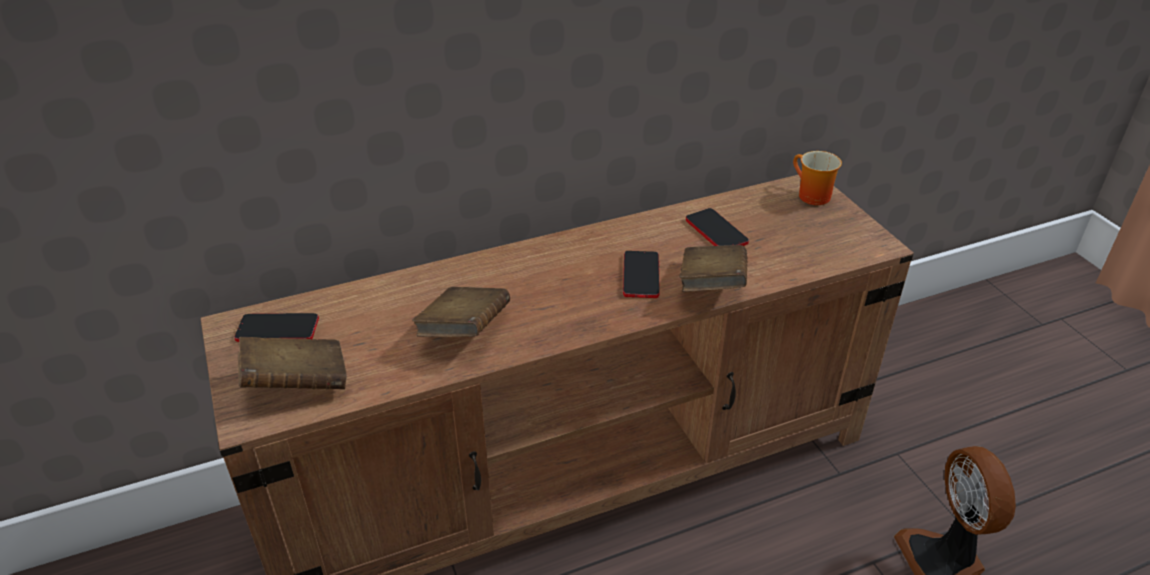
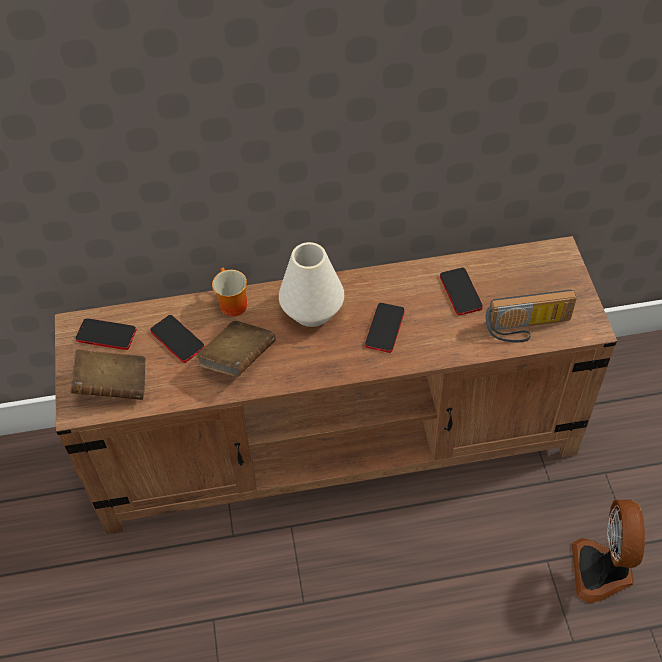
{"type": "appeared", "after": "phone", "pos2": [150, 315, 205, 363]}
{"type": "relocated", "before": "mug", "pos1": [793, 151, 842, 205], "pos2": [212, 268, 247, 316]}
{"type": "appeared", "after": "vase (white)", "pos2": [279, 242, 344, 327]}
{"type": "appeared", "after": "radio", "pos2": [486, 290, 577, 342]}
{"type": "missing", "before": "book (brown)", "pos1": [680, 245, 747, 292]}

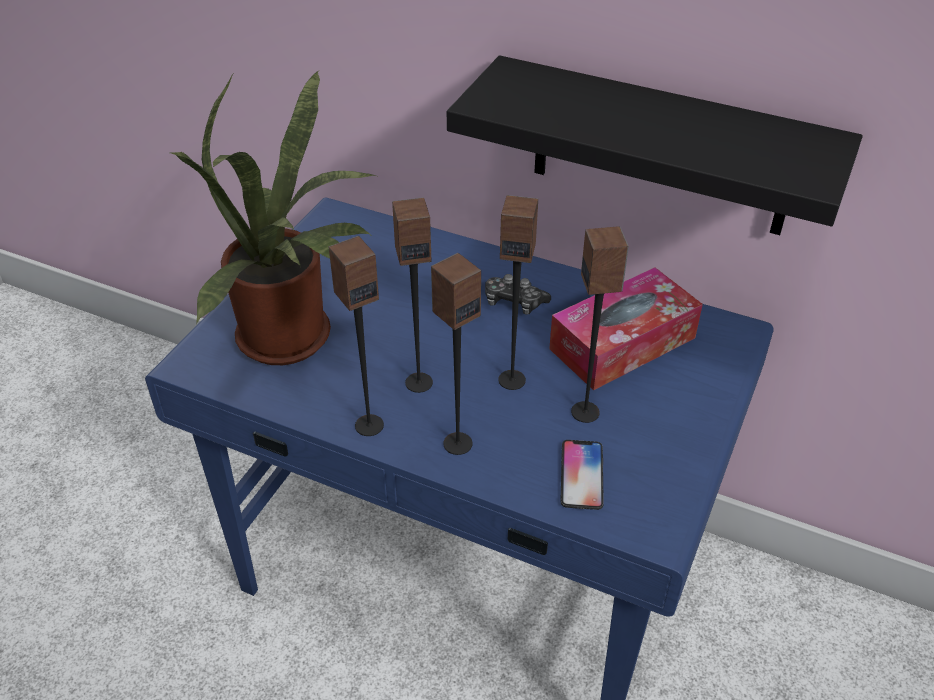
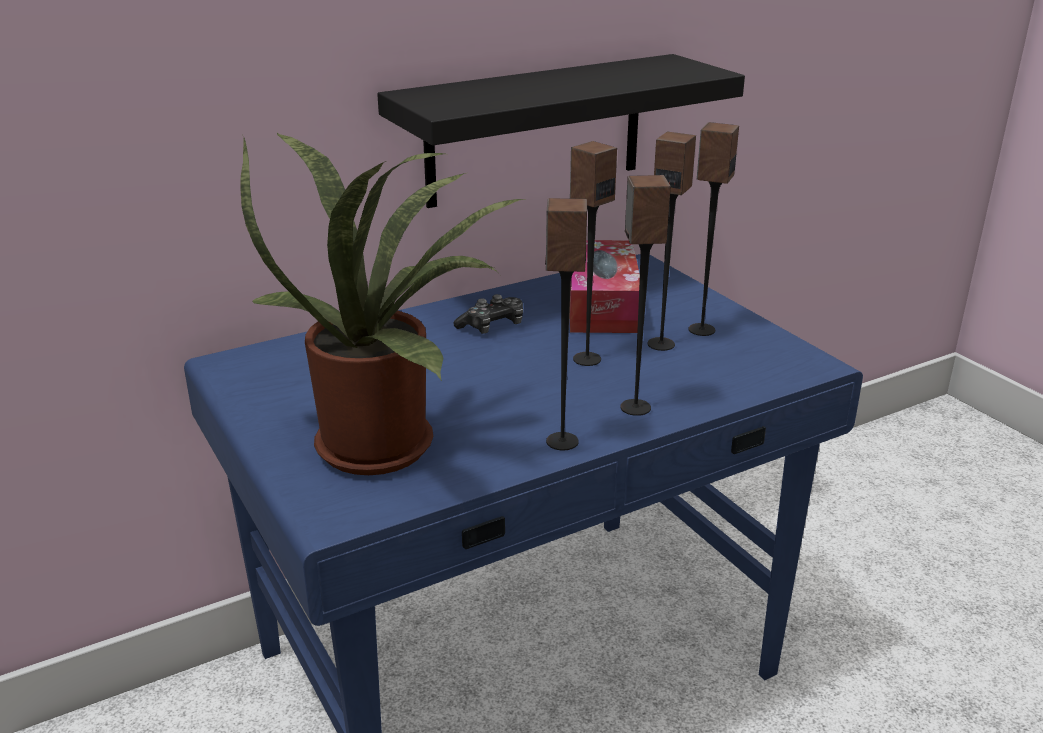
{"type": "relocated", "before": "speaker", "pos1": [392, 197, 433, 393], "pos2": [689, 122, 739, 336]}
{"type": "missing", "before": "phone", "pos1": [561, 440, 604, 510]}

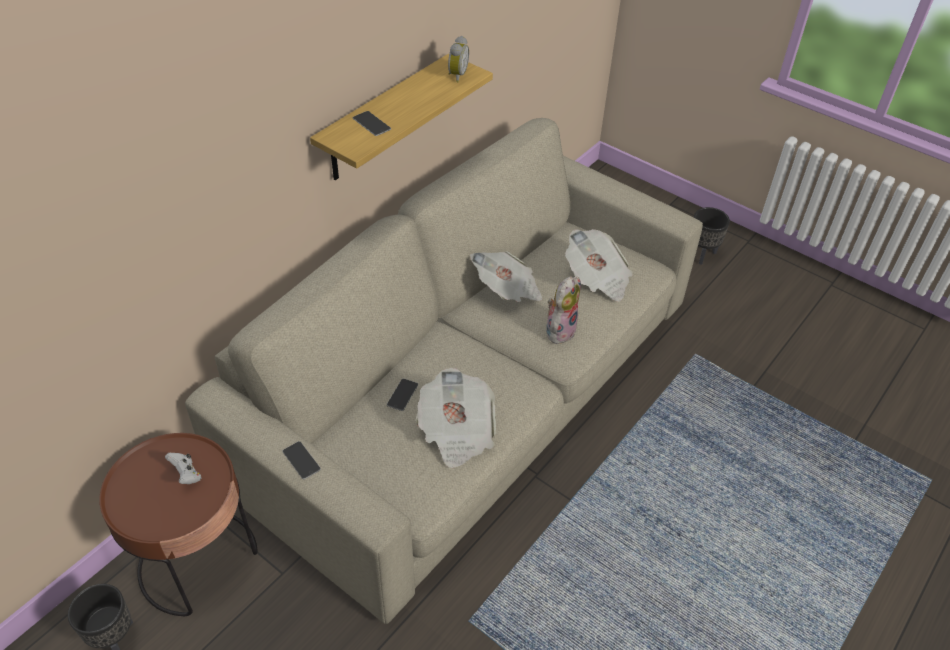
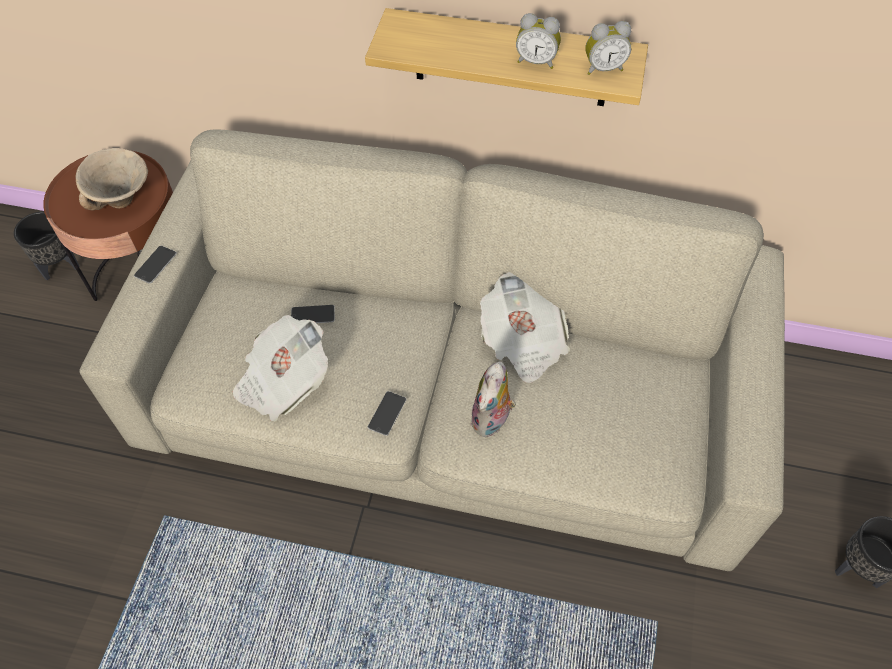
{"type": "exchanged", "before": "game controller (white)", "after": "bowl (beige)", "pos1": [165, 453, 202, 484], "pos2": [76, 148, 148, 211]}
{"type": "relocated", "before": "phone", "pos1": [353, 111, 391, 136], "pos2": [368, 391, 406, 436]}
{"type": "spun", "before": "plush toy", "pos1": [546, 276, 581, 344], "pos2": [470, 362, 516, 437], "turn": 105}
{"type": "appeared", "after": "alarm clock", "pos2": [516, 13, 561, 69]}
{"type": "missing", "before": "newspaper", "pos1": [565, 229, 633, 302]}

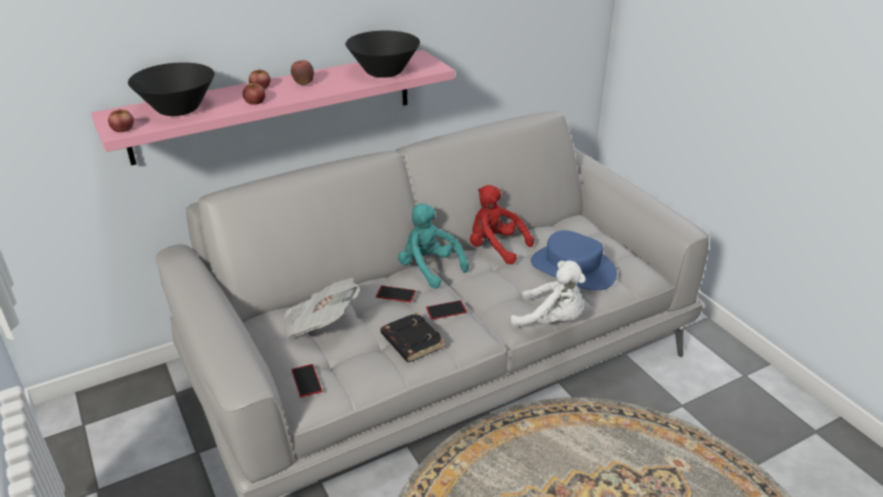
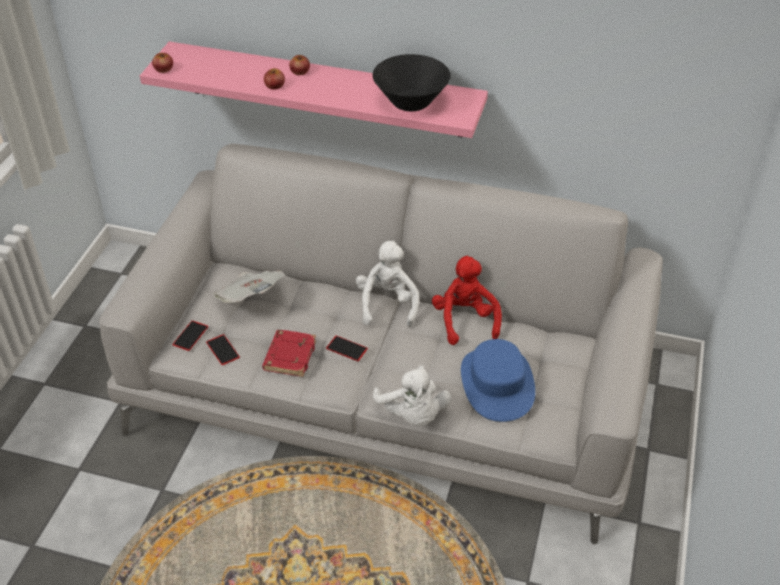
{"type": "relocated", "before": "phone", "pos1": [376, 286, 416, 303], "pos2": [206, 334, 240, 365]}
{"type": "colour", "before": "book (black)", "after": "book (red)", "pos1": [381, 312, 445, 362], "pos2": [262, 330, 316, 377]}
{"type": "colour", "before": "plush toy (turquoise)", "after": "plush toy (white)", "pos1": [398, 203, 469, 289], "pos2": [356, 241, 419, 327]}
{"type": "missing", "before": "bowl (black)", "pos1": [128, 62, 214, 116]}
{"type": "missing", "before": "apple", "pos1": [291, 60, 314, 85]}

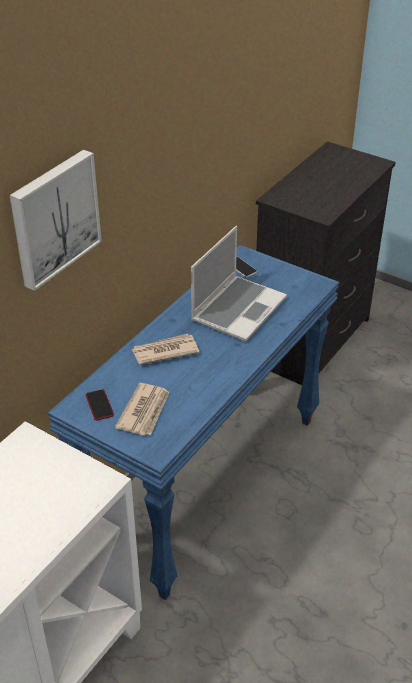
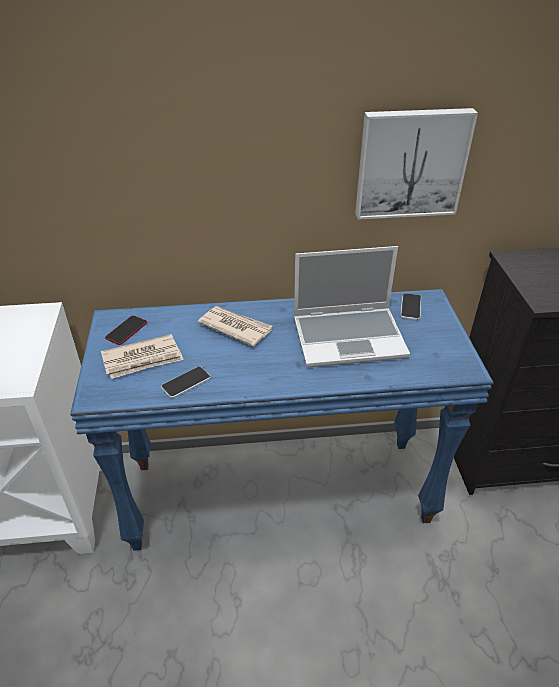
{"type": "appeared", "after": "phone", "pos2": [161, 366, 211, 398]}
{"type": "relocated", "before": "picture", "pos1": [9, 150, 102, 291], "pos2": [355, 108, 478, 220]}

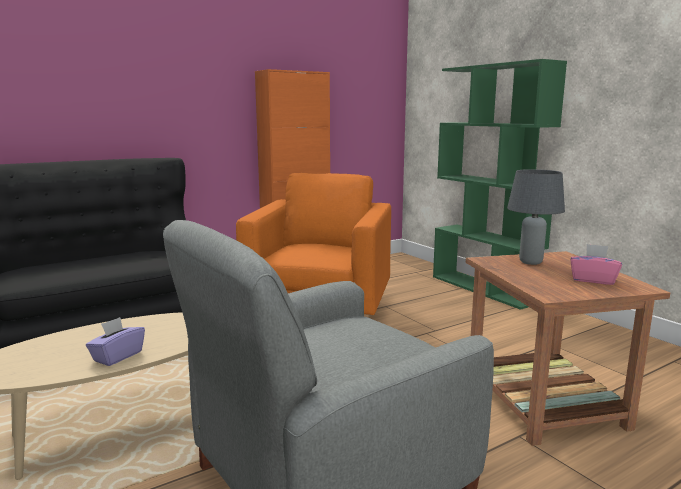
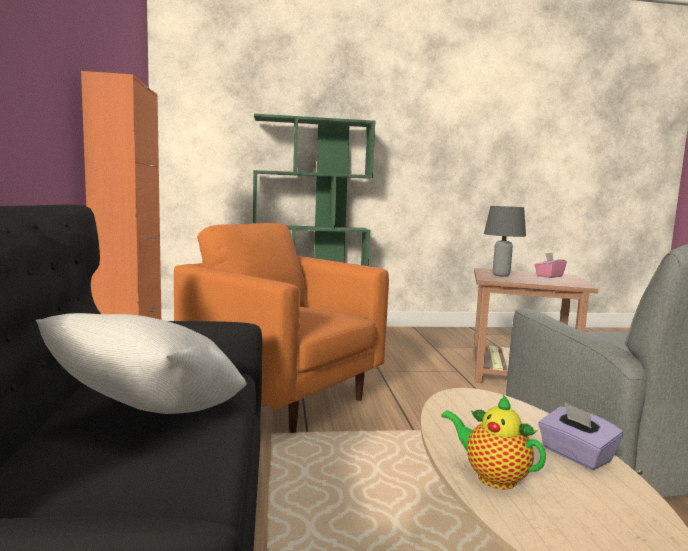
{"type": "appeared", "after": "pillow (white)", "pos2": [36, 313, 247, 414]}
{"type": "appeared", "after": "teapot", "pos2": [441, 395, 546, 489]}

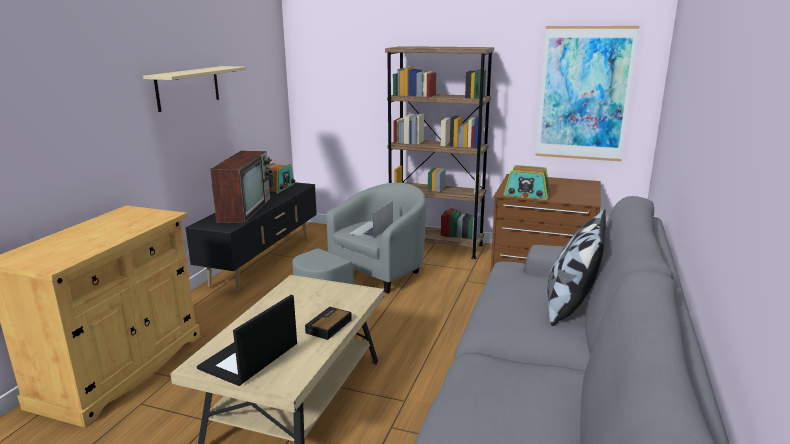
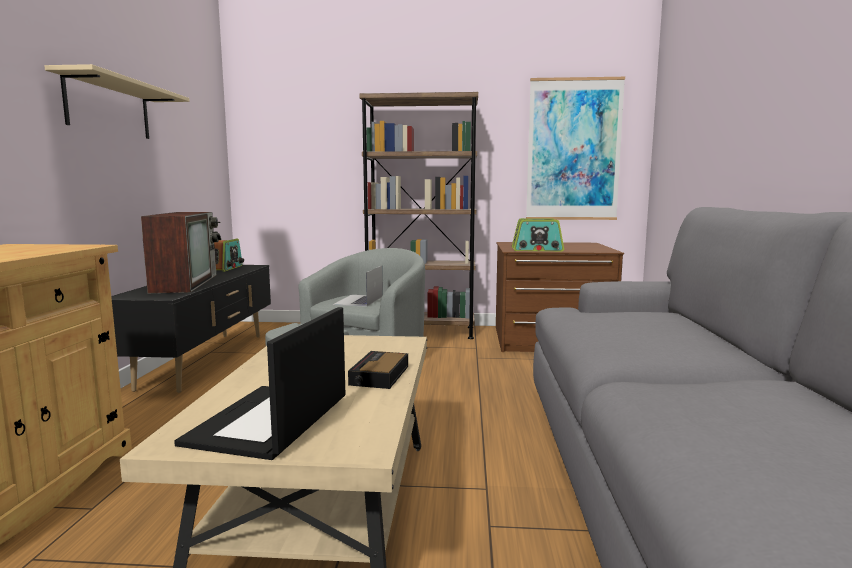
{"type": "missing", "before": "pillow", "pos1": [547, 209, 606, 326]}

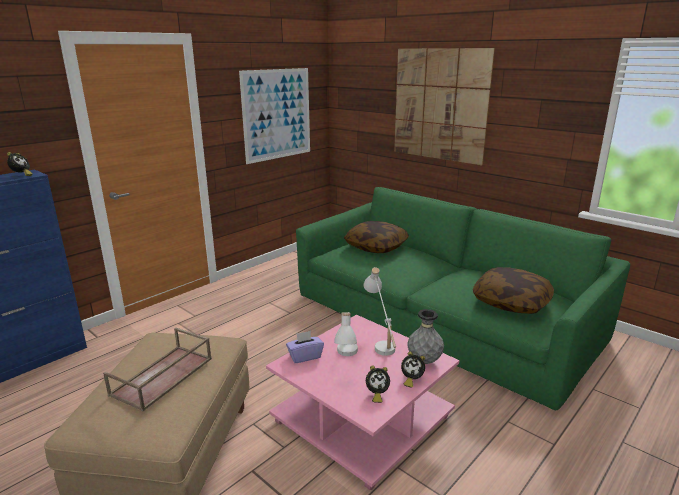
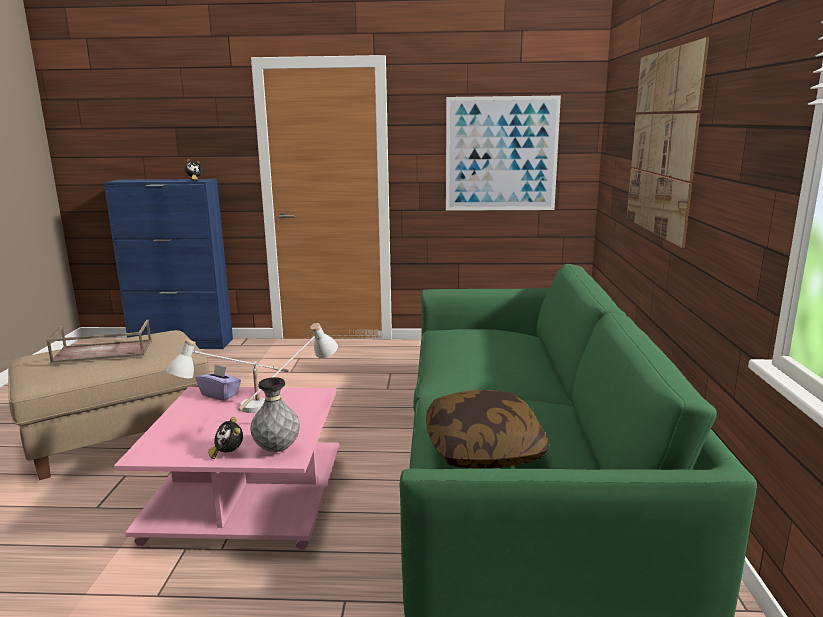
{"type": "missing", "before": "pillow", "pos1": [344, 221, 409, 253]}
{"type": "missing", "before": "alarm clock", "pos1": [366, 365, 390, 403]}

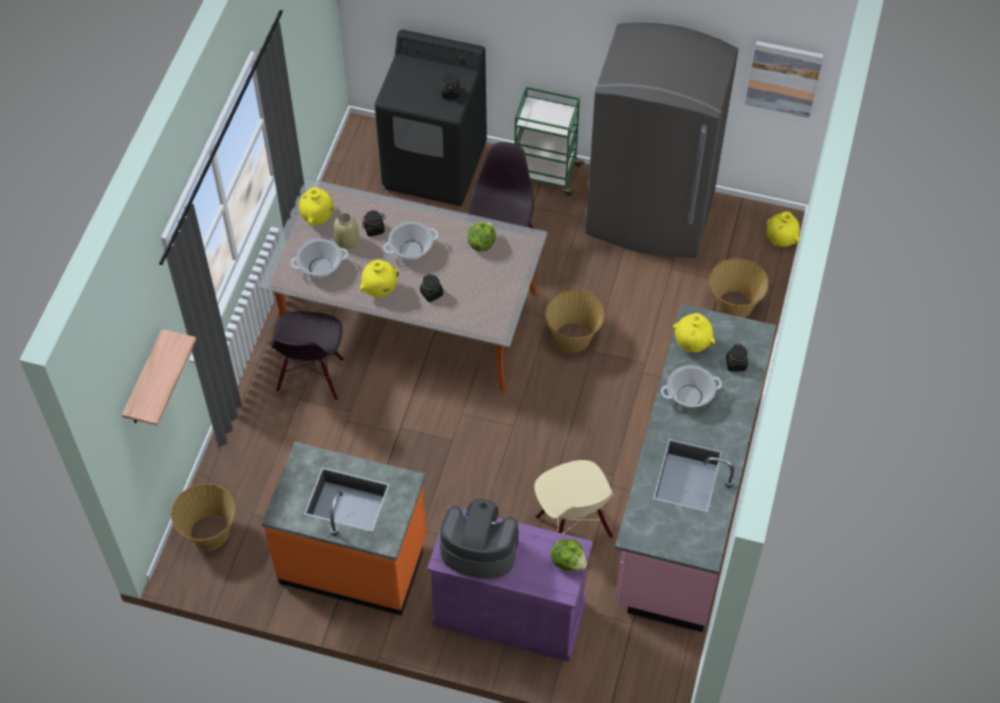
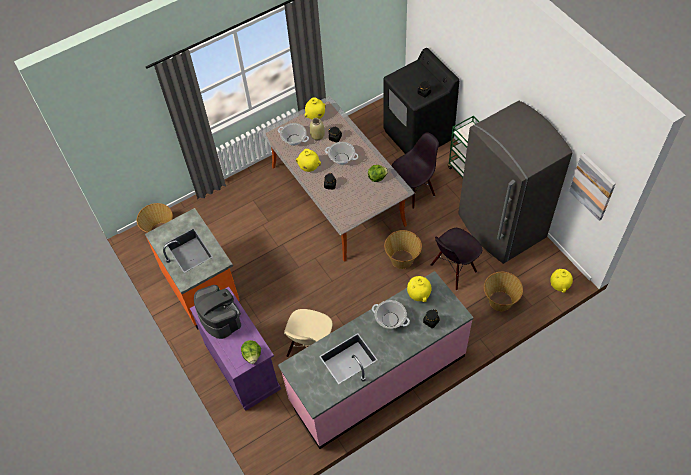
{"type": "relocated", "before": "chair (black)", "pos1": [271, 311, 344, 400], "pos2": [431, 228, 482, 291]}
{"type": "missing", "before": "shelf", "pos1": [122, 329, 196, 426]}

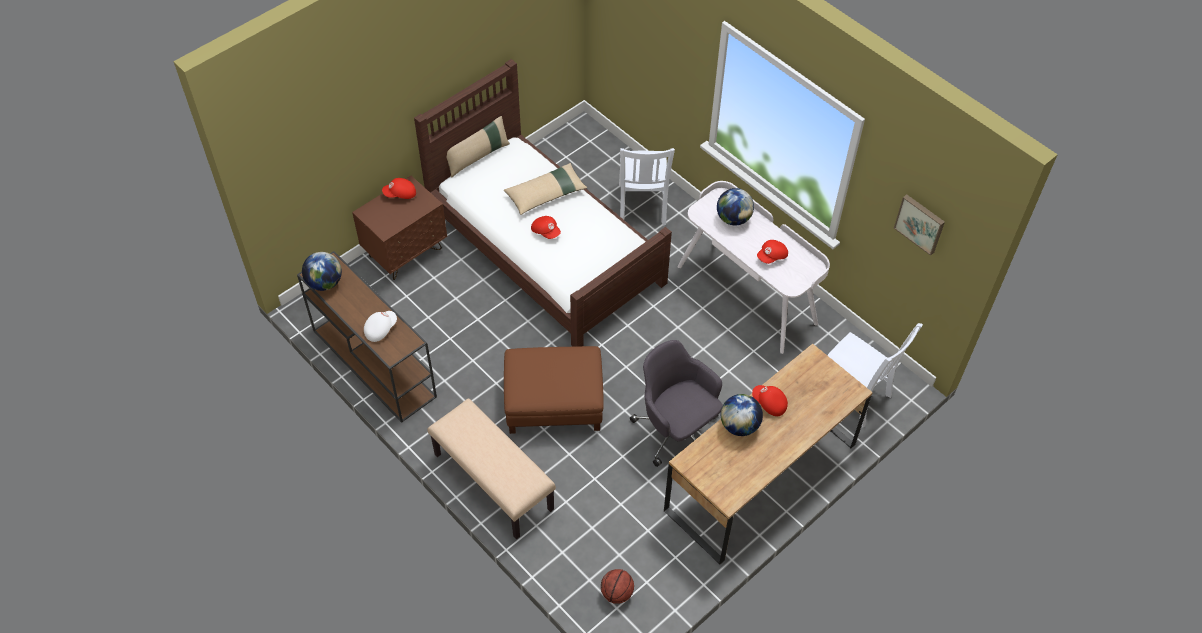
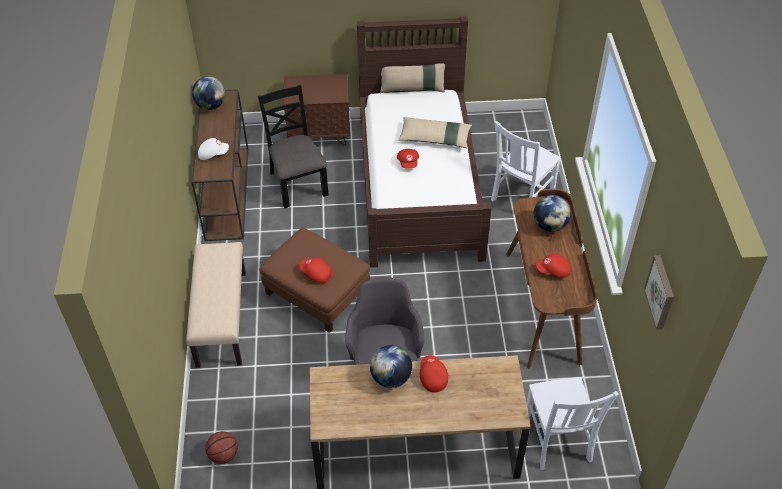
{"type": "appeared", "after": "chair (black)", "pos2": [258, 85, 328, 208]}
{"type": "relocated", "before": "cap (red)", "pos1": [382, 178, 416, 199], "pos2": [299, 258, 332, 283]}
{"type": "colour", "before": "desk (white)", "after": "desk (brown)", "pos1": [677, 181, 830, 354], "pos2": [506, 189, 598, 368]}

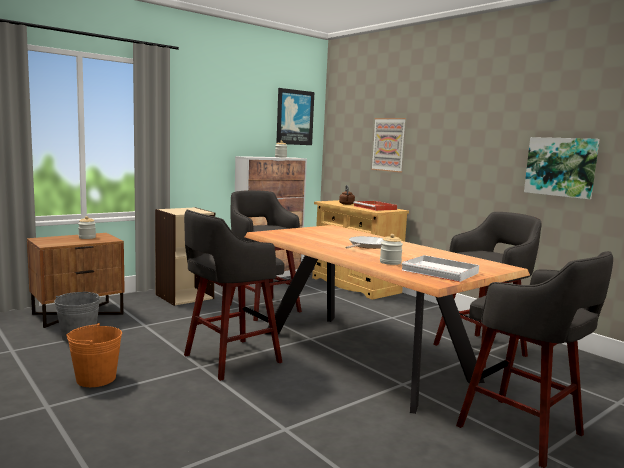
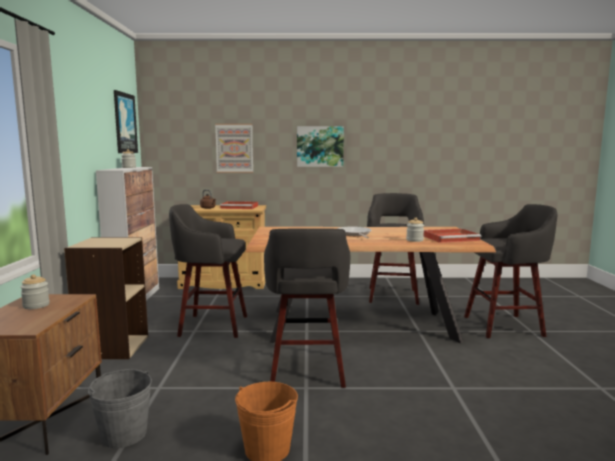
{"type": "relocated", "before": "picture", "pos1": [524, 137, 600, 199], "pos2": [297, 126, 344, 167]}
{"type": "colour", "before": "tray (white)", "after": "tray (red)", "pos1": [402, 255, 479, 282], "pos2": [424, 229, 481, 243]}

